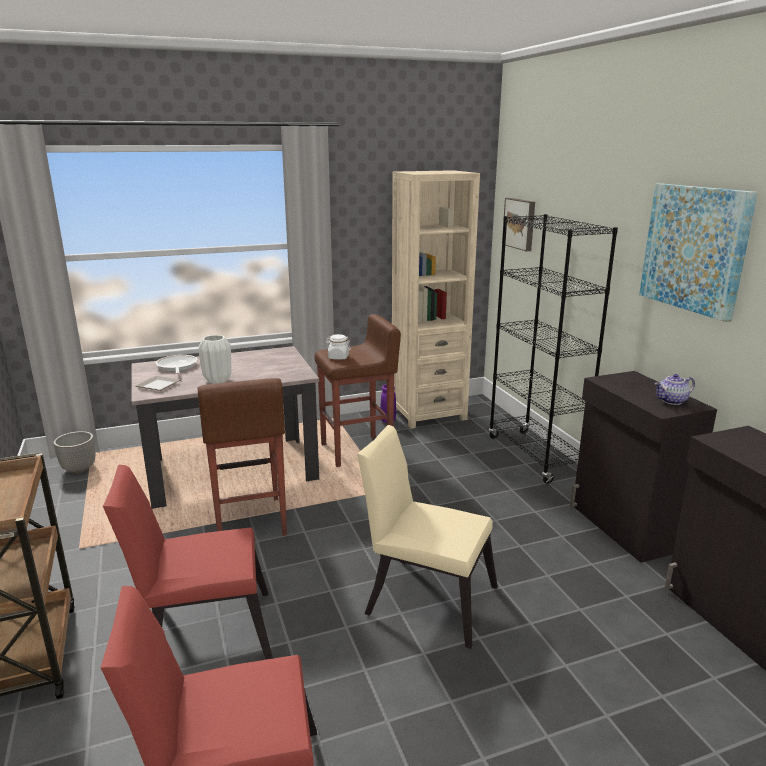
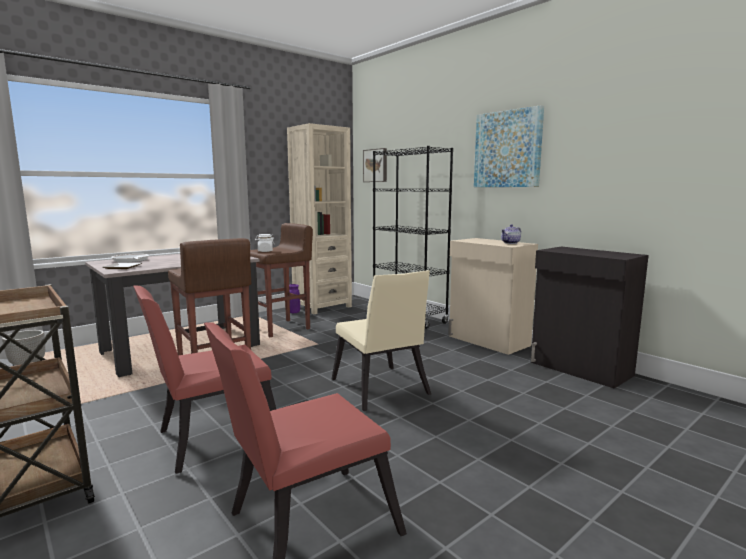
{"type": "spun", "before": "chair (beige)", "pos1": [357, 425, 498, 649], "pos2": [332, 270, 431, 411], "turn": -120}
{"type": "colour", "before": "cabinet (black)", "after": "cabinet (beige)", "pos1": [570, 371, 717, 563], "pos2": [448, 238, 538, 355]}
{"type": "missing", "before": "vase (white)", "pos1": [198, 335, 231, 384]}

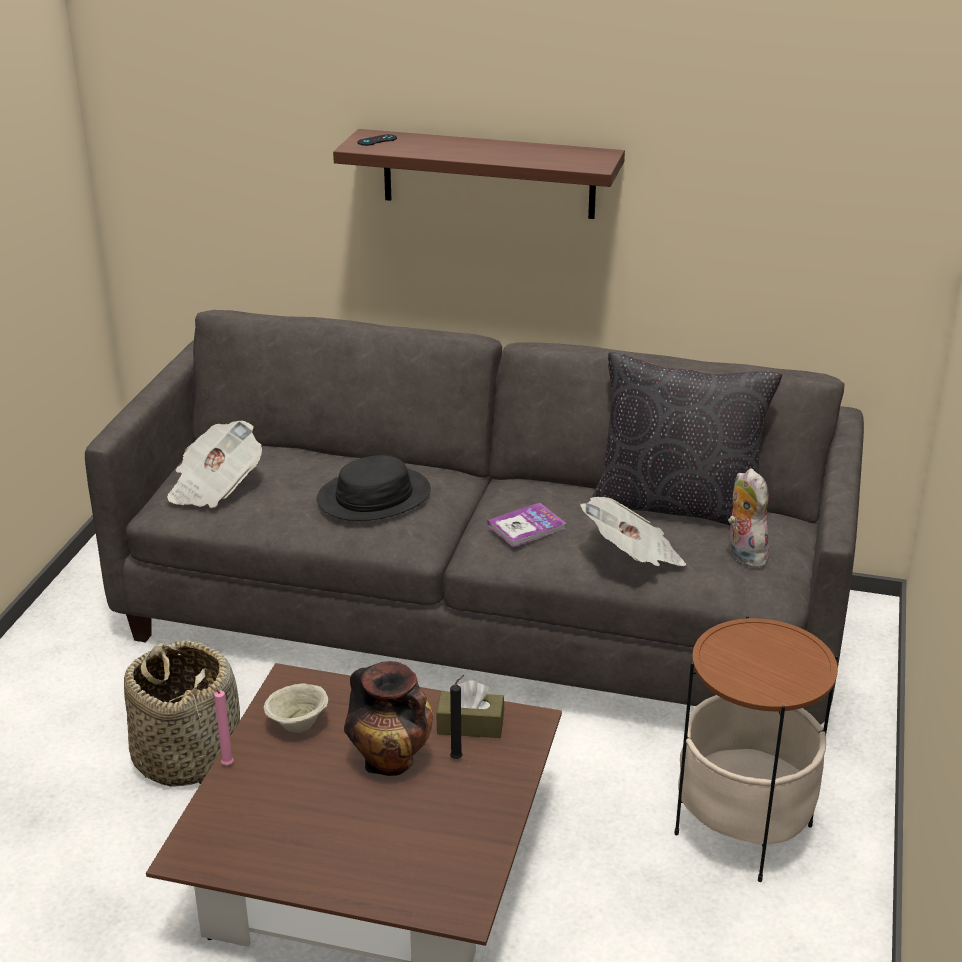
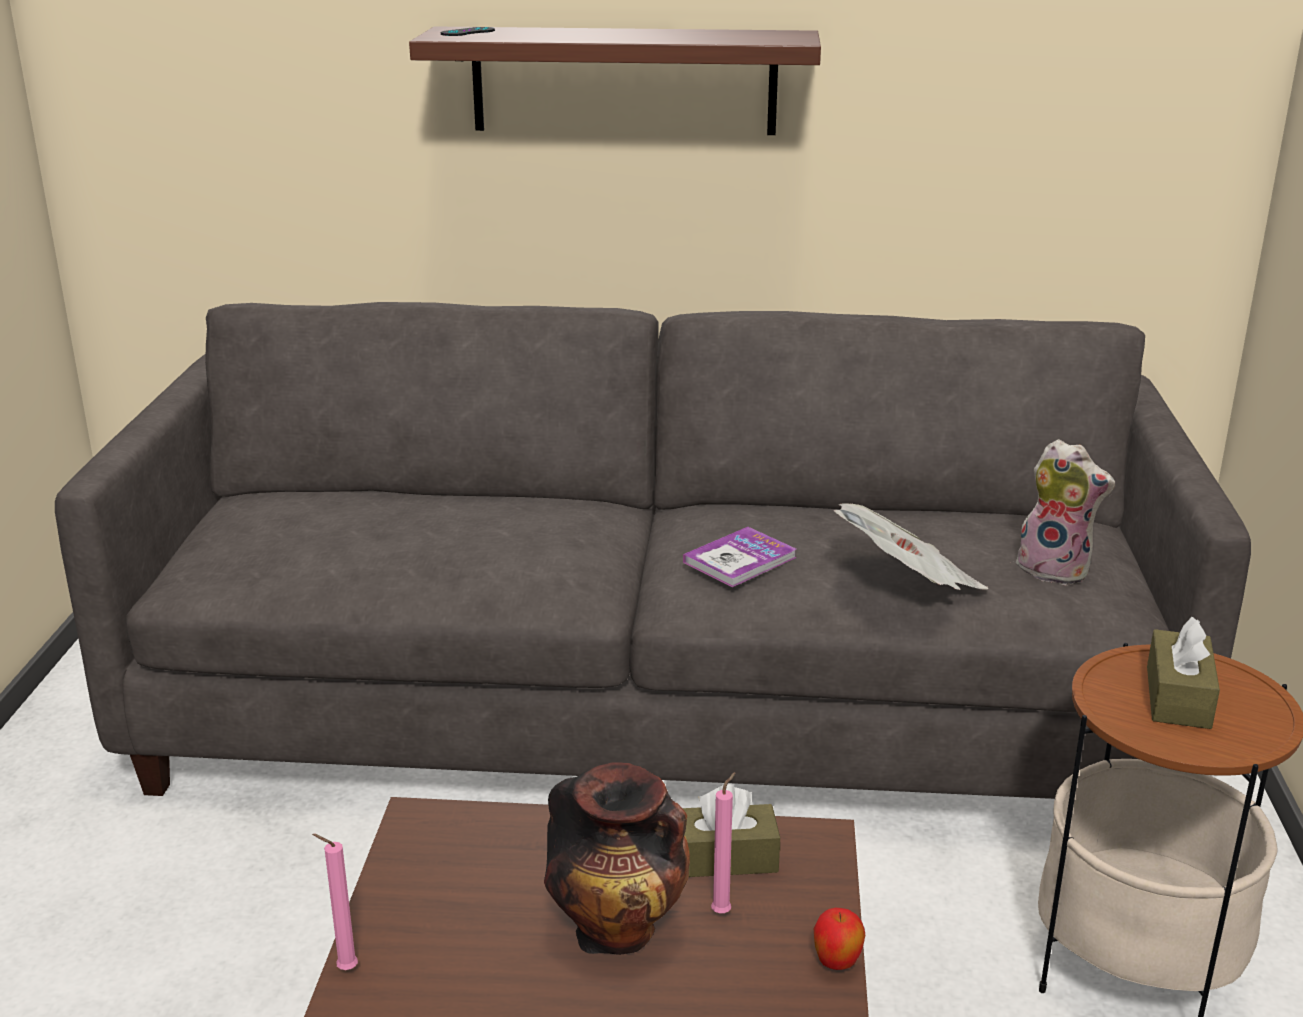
{"type": "colour", "before": "candle (black)", "after": "candle (pink)", "pos1": [450, 675, 464, 759], "pos2": [711, 772, 735, 913]}
{"type": "appeared", "after": "apple", "pos2": [814, 908, 865, 970]}
{"type": "spun", "before": "plush toy", "pos1": [728, 468, 769, 568], "pos2": [1013, 439, 1115, 586], "turn": 150}
{"type": "appeared", "after": "tissue box (brown)", "pos2": [1147, 617, 1220, 729]}
{"type": "missing", "before": "basket", "pos1": [124, 640, 240, 787]}
{"type": "missing", "before": "newspaper", "pos1": [167, 421, 262, 508]}
{"type": "missing", "before": "bowl (beige)", "pos1": [264, 684, 328, 733]}
{"type": "missing", "before": "hat (black)", "pos1": [317, 455, 431, 521]}
{"type": "missing", "before": "pillow (black)", "pos1": [592, 352, 782, 526]}

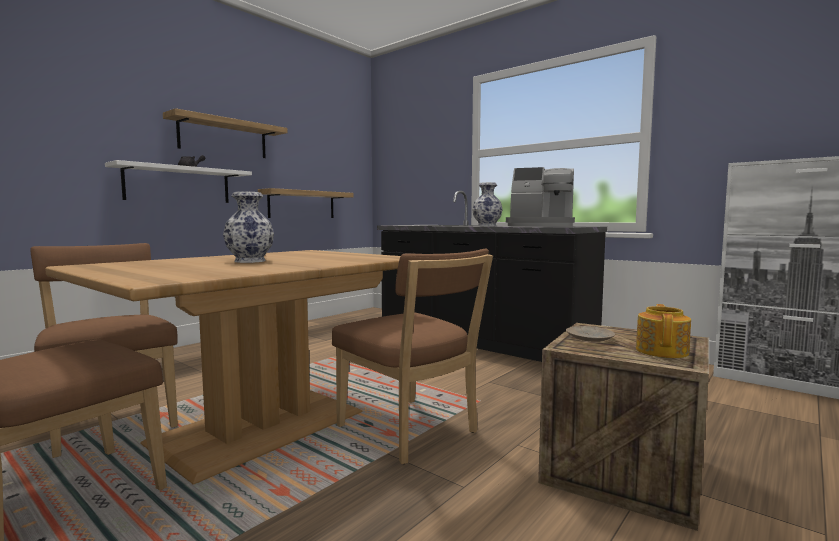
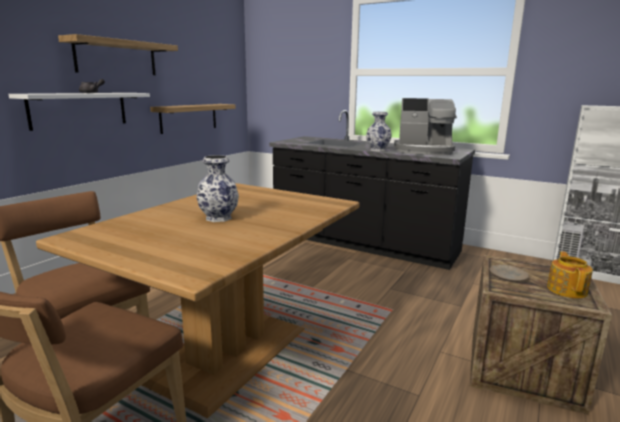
{"type": "missing", "before": "chair (brown)", "pos1": [332, 249, 493, 464]}

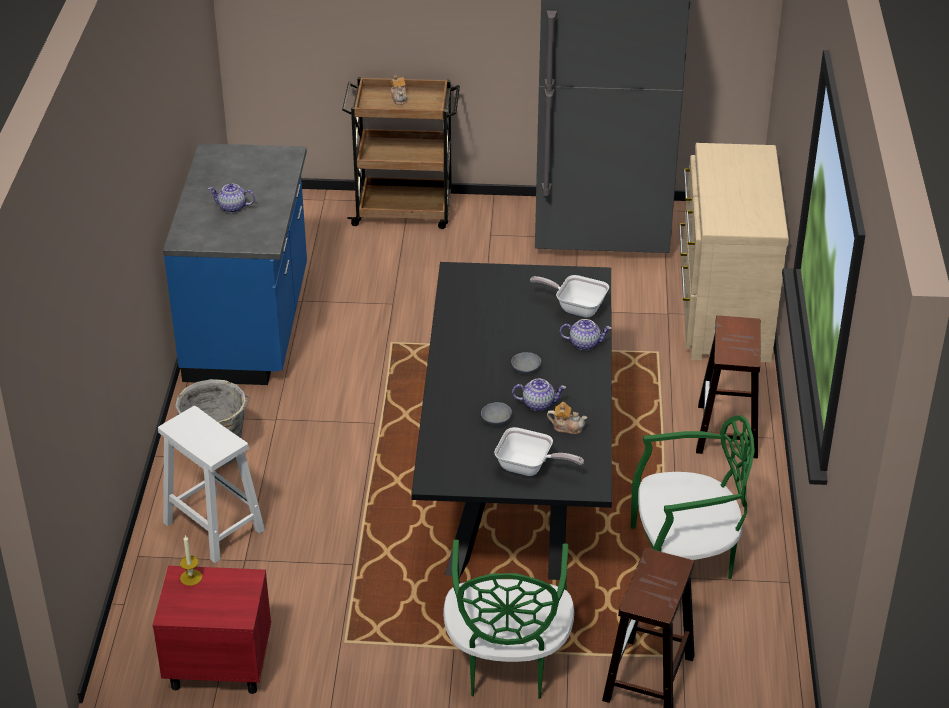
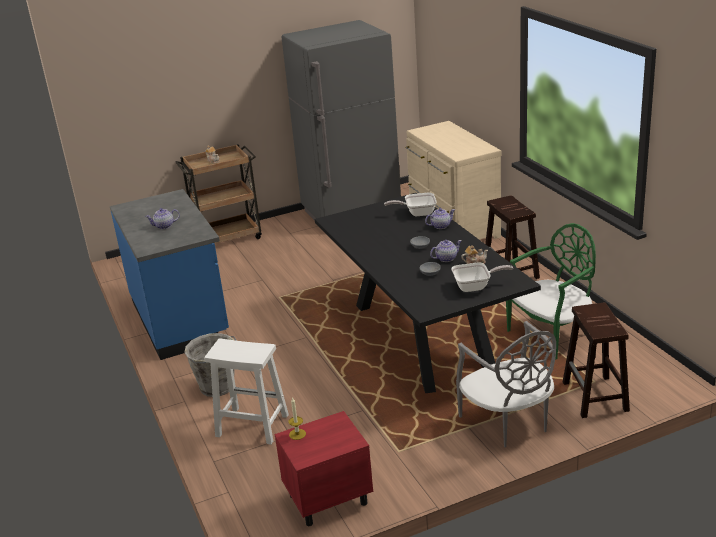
{"type": "colour", "before": "chair (green)", "after": "chair (grey)", "pos1": [443, 540, 574, 699], "pos2": [456, 321, 556, 448]}

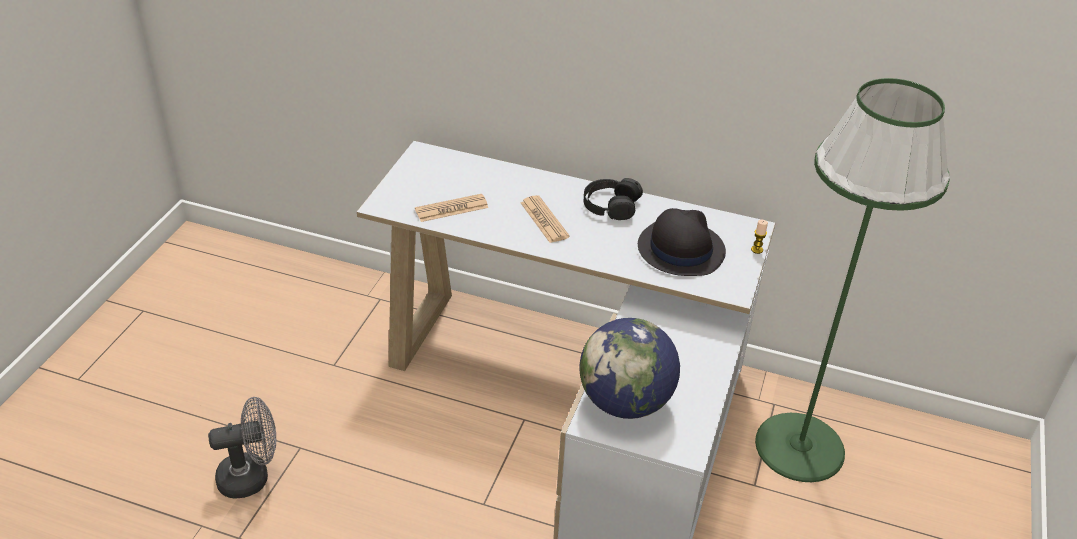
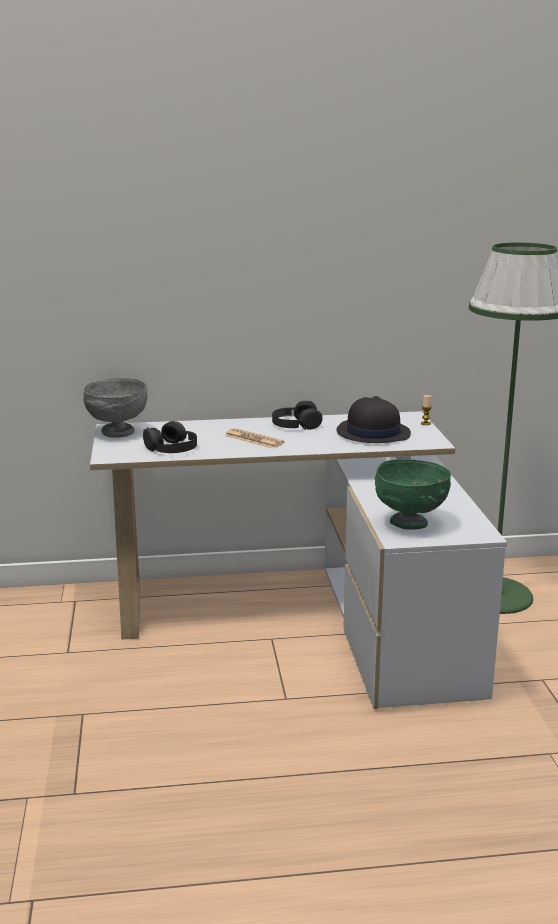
{"type": "appeared", "after": "bowl (grey)", "pos2": [83, 378, 148, 438]}
{"type": "exchanged", "before": "newspaper", "after": "headphones (black)", "pos1": [415, 194, 488, 222], "pos2": [143, 421, 197, 453]}
{"type": "exchanged", "before": "globe", "after": "bowl (green)", "pos1": [579, 318, 680, 419], "pos2": [375, 459, 451, 530]}
{"type": "missing", "before": "fan (grey)", "pos1": [208, 397, 276, 499]}

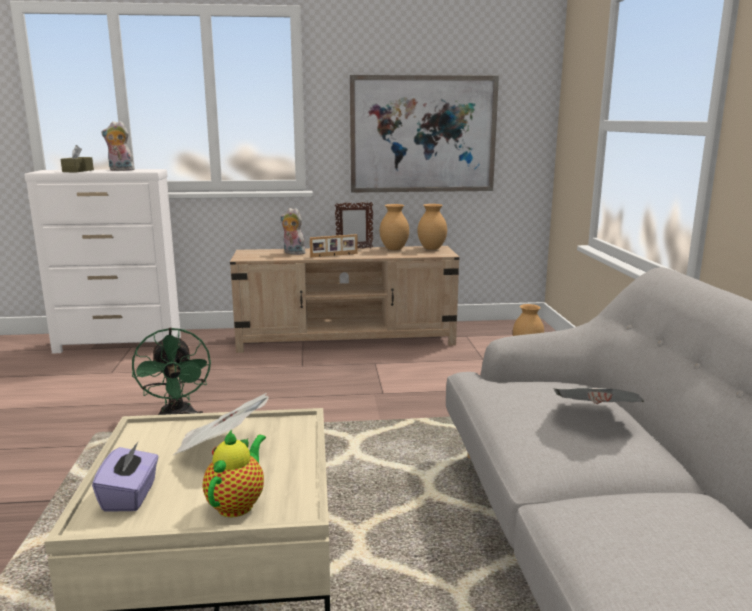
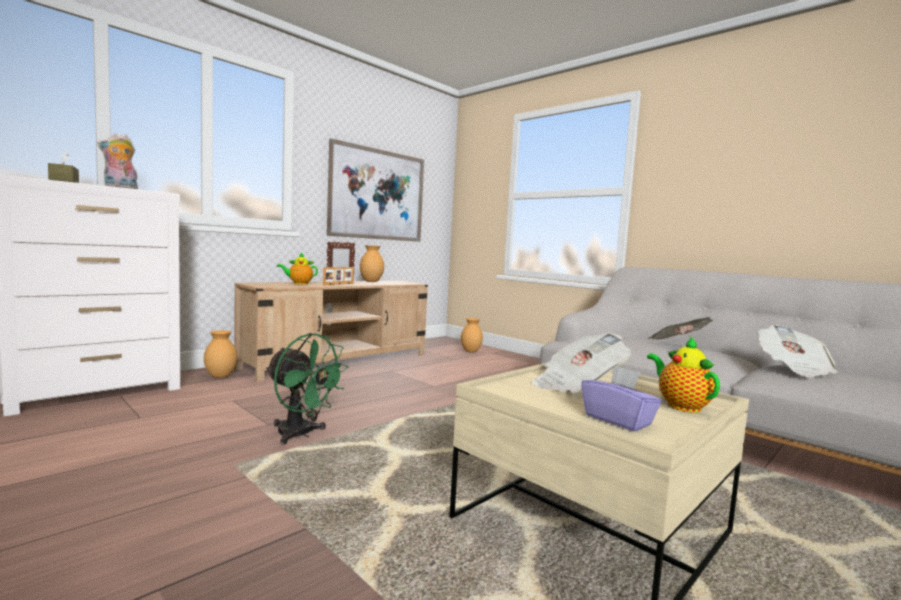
{"type": "relocated", "before": "vase (brown)", "pos1": [417, 204, 447, 250], "pos2": [204, 330, 238, 378]}
{"type": "exchanged", "before": "plush toy", "after": "teapot", "pos1": [280, 208, 306, 255], "pos2": [277, 253, 318, 285]}
{"type": "appeared", "after": "newspaper", "pos2": [758, 325, 838, 377]}

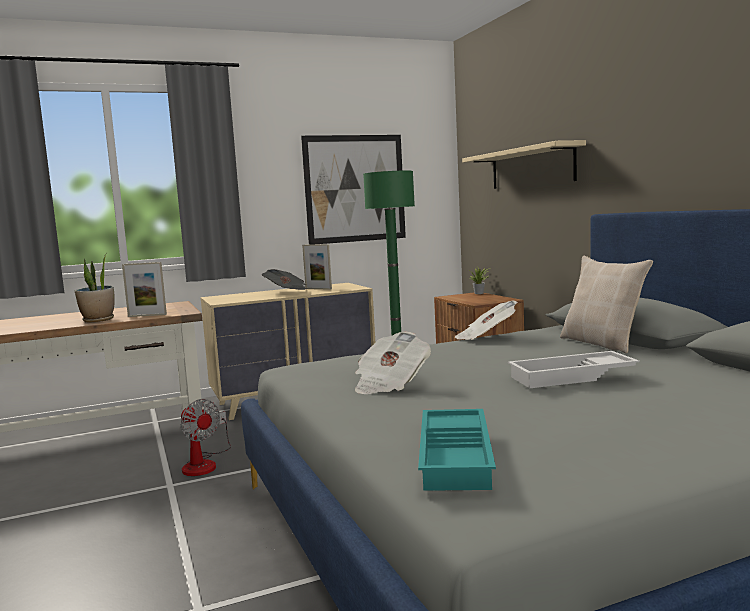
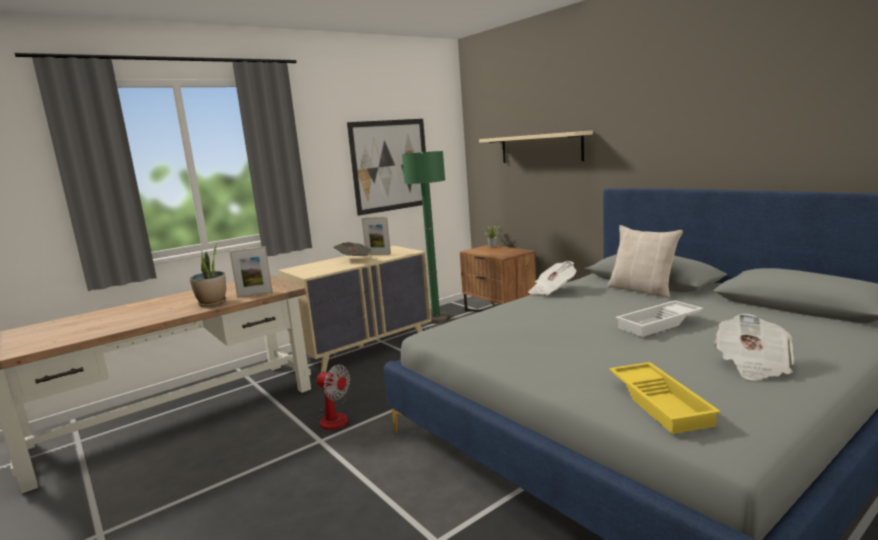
{"type": "colour", "before": "tray (turquoise)", "after": "tray (yellow)", "pos1": [418, 409, 496, 491], "pos2": [609, 362, 721, 434]}
{"type": "relocated", "before": "newspaper", "pos1": [355, 332, 431, 394], "pos2": [714, 314, 794, 380]}

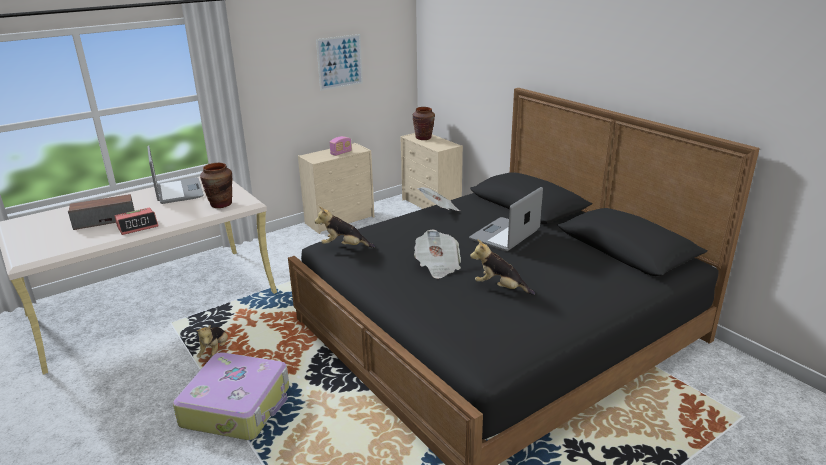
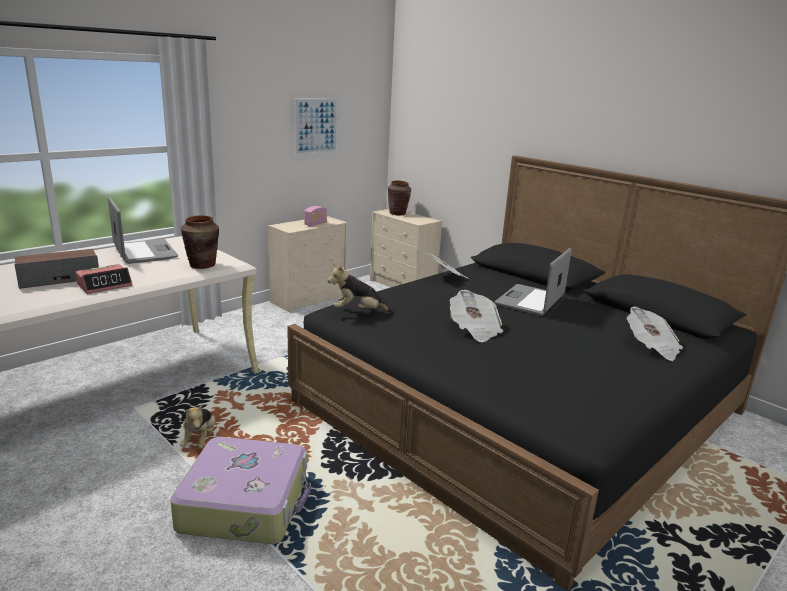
{"type": "appeared", "after": "newspaper", "pos2": [627, 307, 683, 361]}
{"type": "missing", "before": "plush toy", "pos1": [470, 239, 535, 295]}

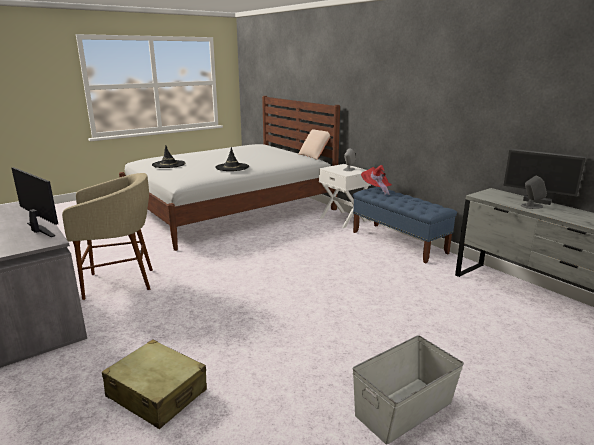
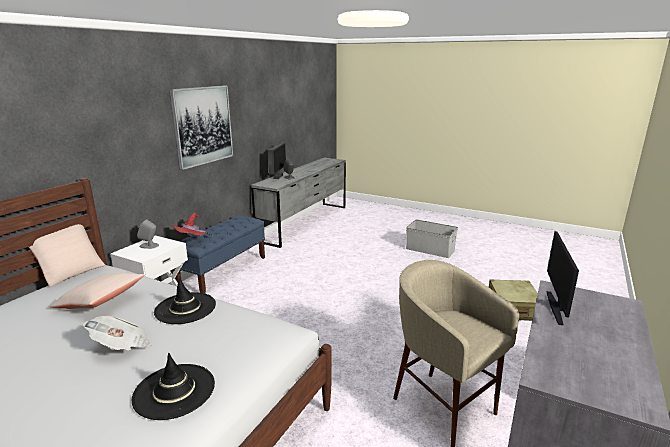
{"type": "appeared", "after": "pillow (beige)", "pos2": [50, 273, 144, 309]}
{"type": "appeared", "after": "newspaper", "pos2": [83, 315, 152, 350]}
{"type": "appeared", "after": "picture", "pos2": [169, 85, 233, 170]}

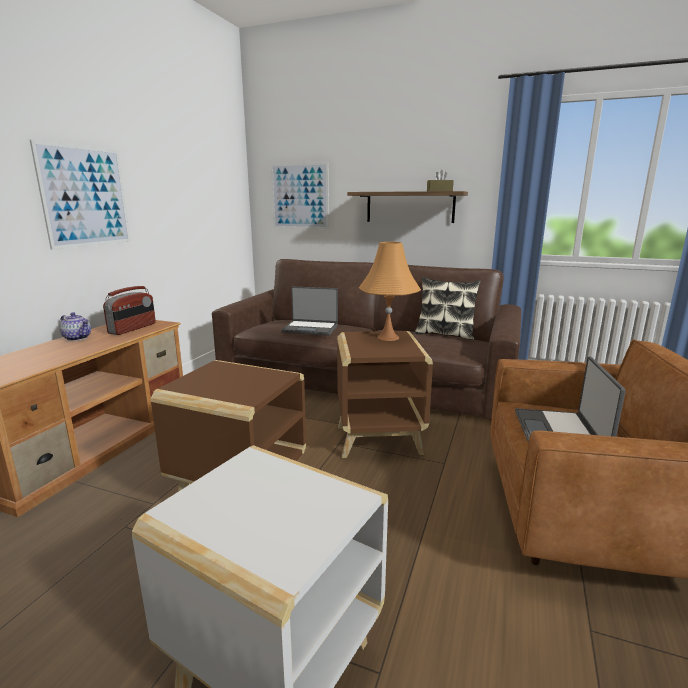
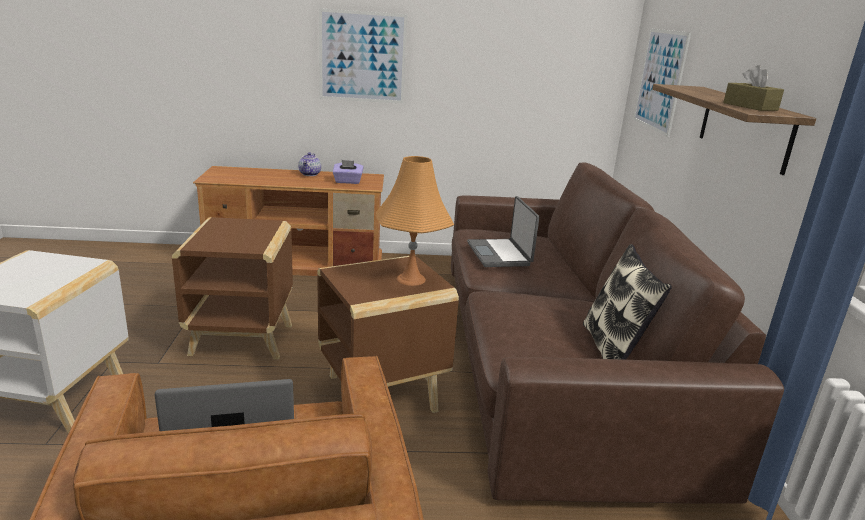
{"type": "exchanged", "before": "radio", "after": "tissue box (purple)", "pos1": [103, 286, 156, 335], "pos2": [333, 160, 364, 184]}

